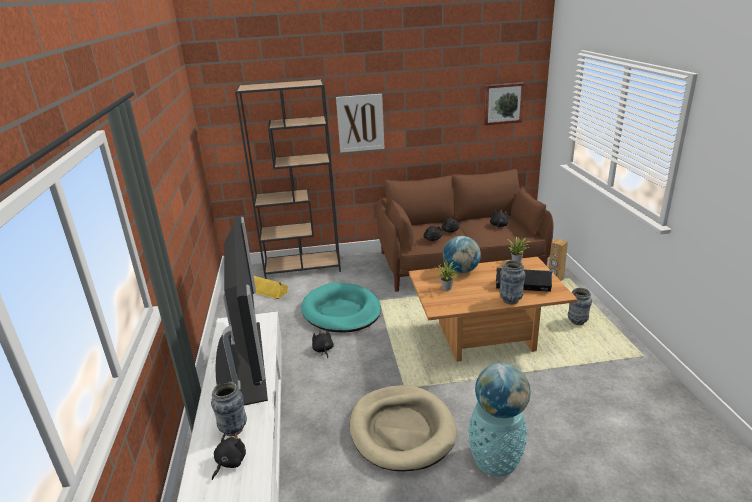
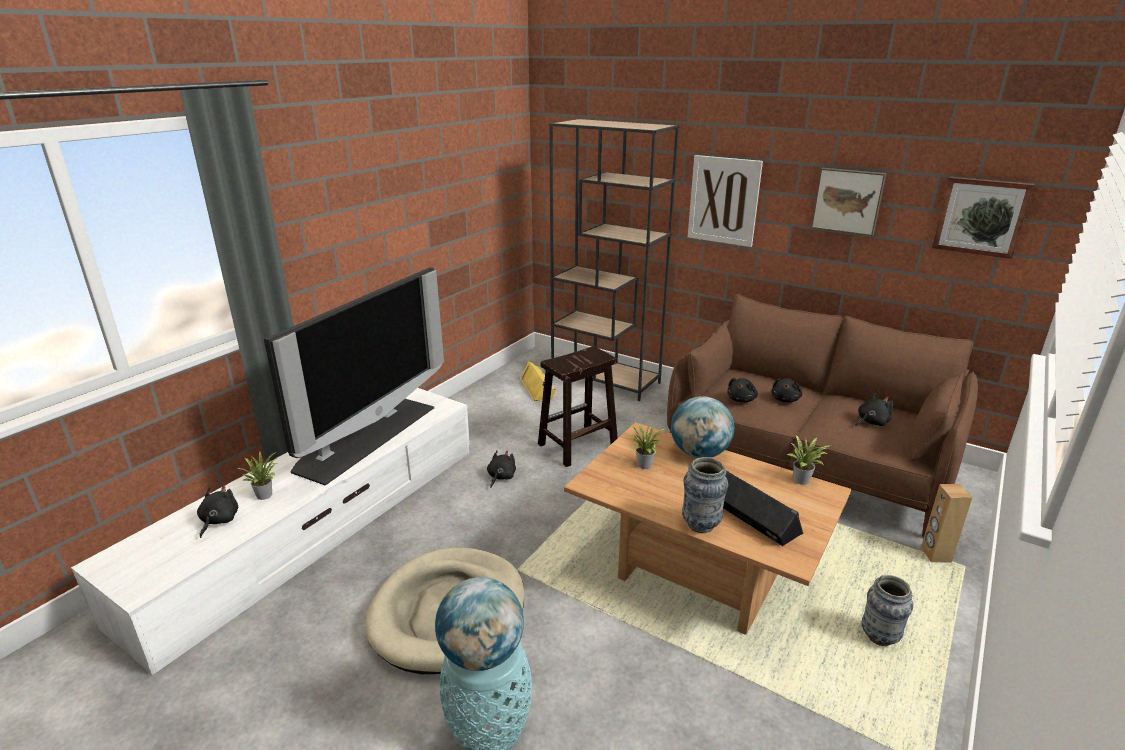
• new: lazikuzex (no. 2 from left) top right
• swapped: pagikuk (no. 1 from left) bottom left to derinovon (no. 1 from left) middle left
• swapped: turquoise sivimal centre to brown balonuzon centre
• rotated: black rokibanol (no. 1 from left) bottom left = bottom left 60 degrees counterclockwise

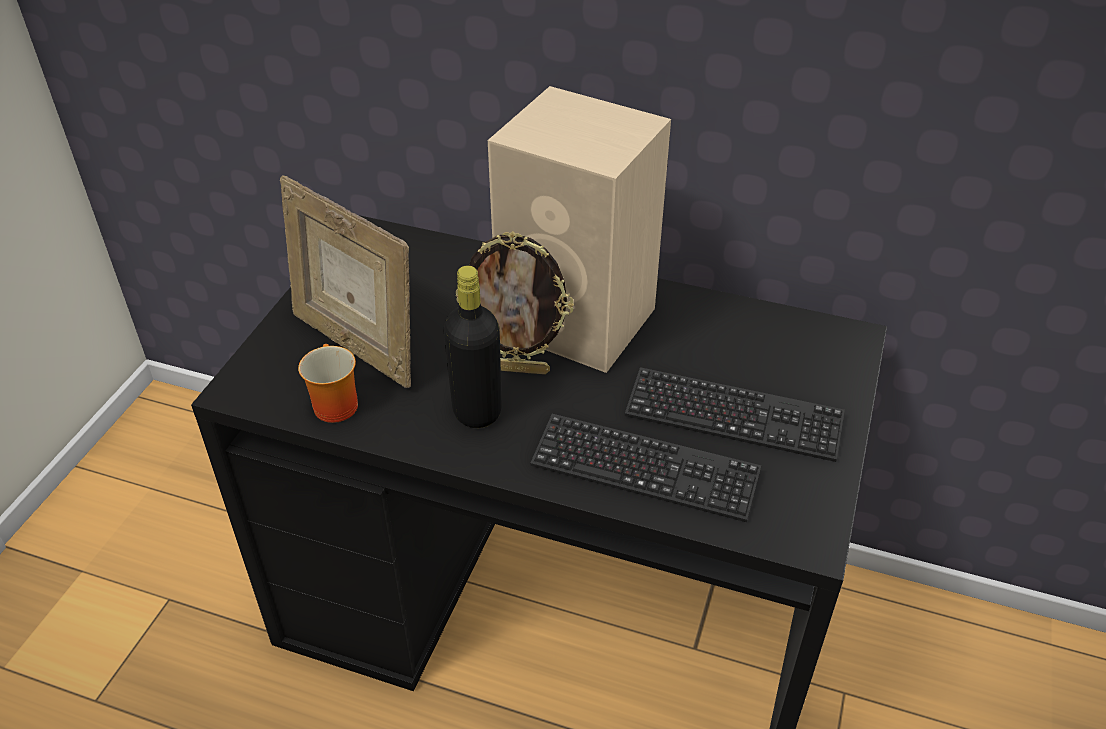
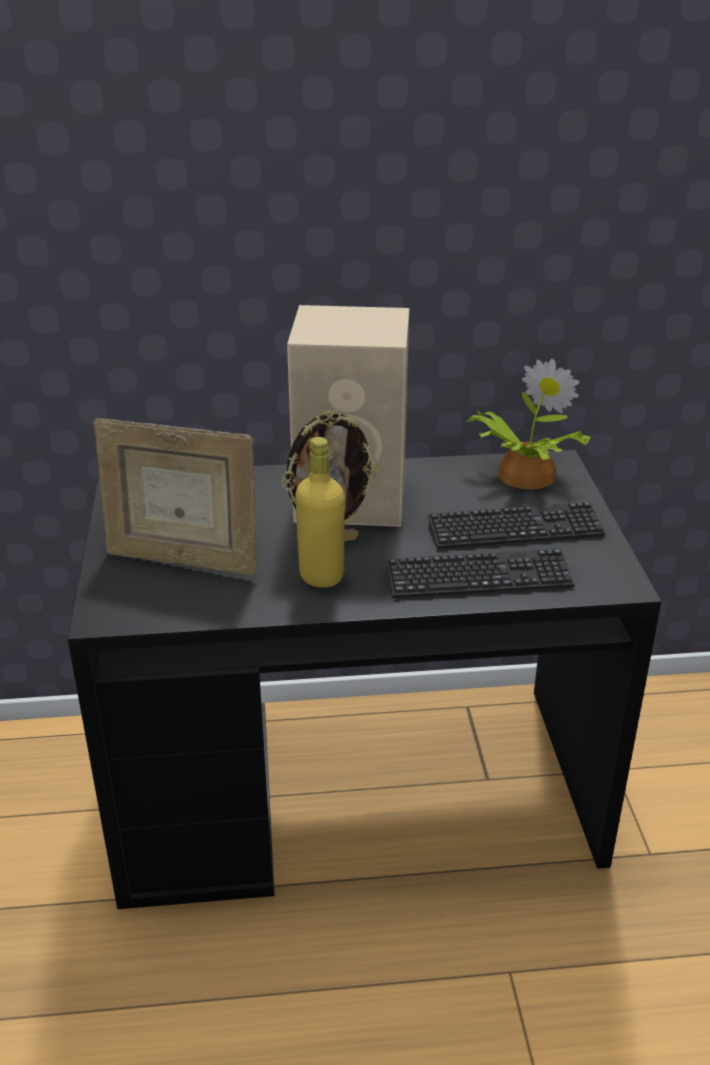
• gone: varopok middle left
• new: derinovon middle right
• repainted: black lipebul centre to yellow lipebul centre

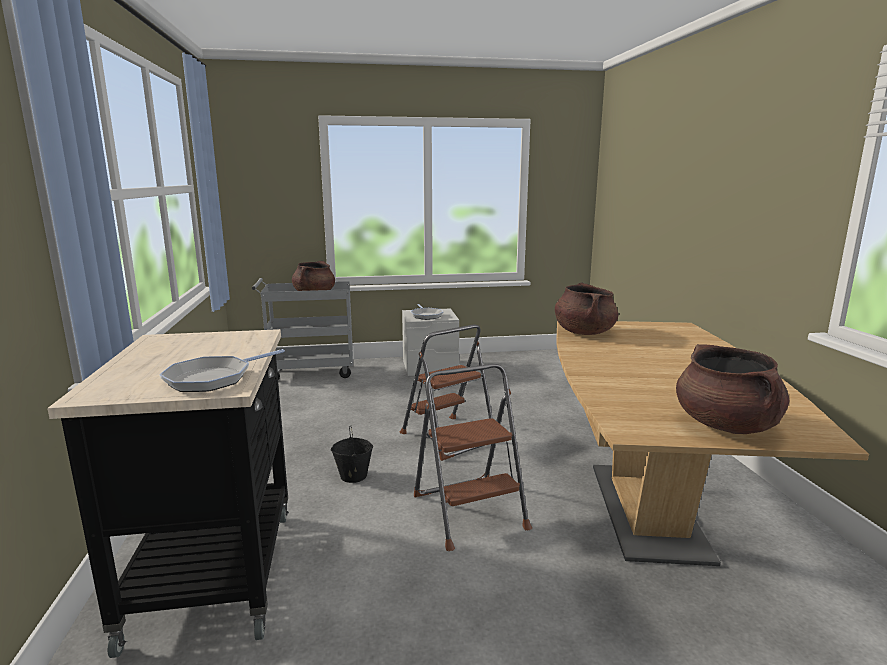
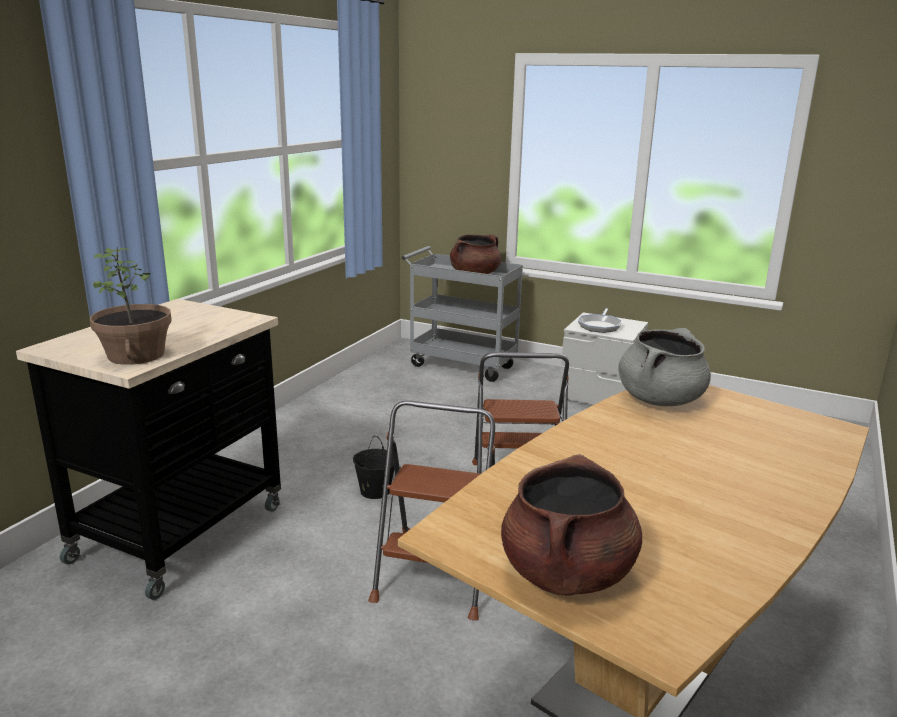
• swapped: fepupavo (no. 1 from left) middle left to derinovon middle left
• repainted: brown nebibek (no. 2 from left) centre to grey nebibek middle right

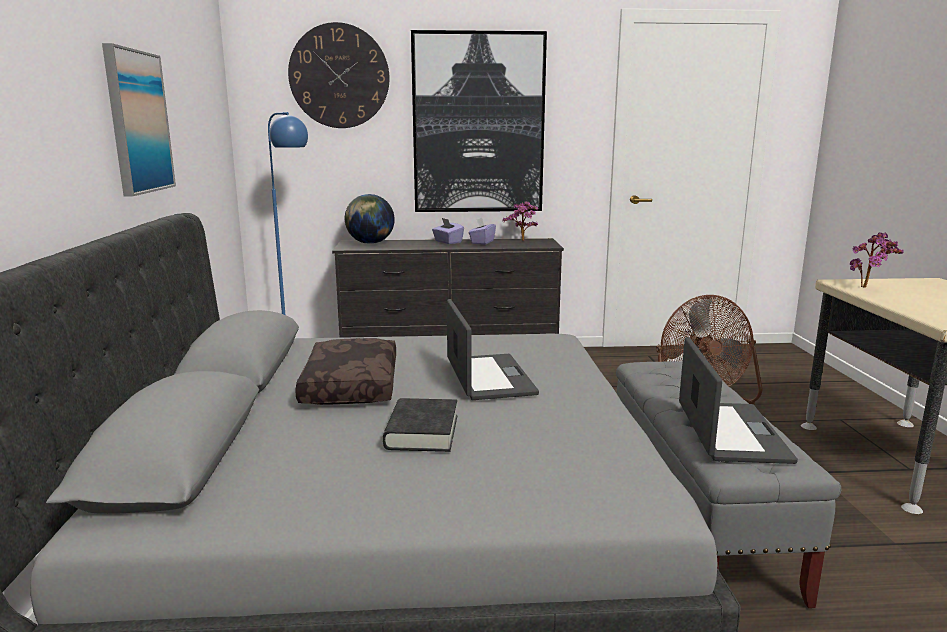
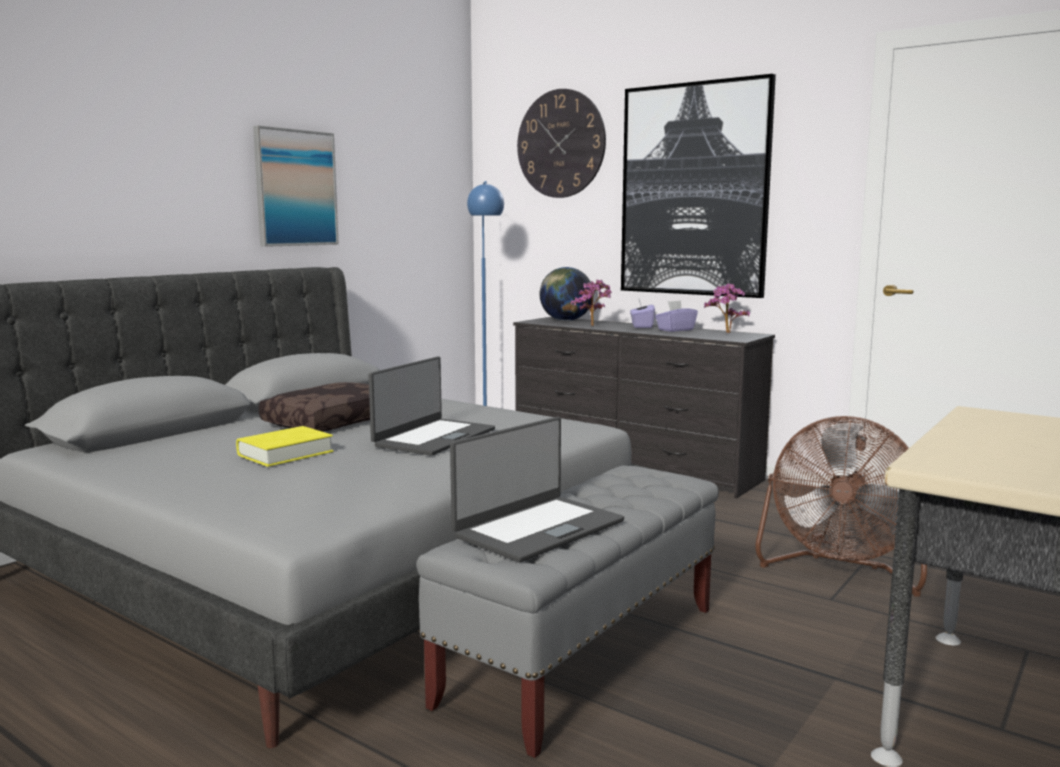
• shifted: derinovon (no. 2 from left in the first image) middle right to derinovon (no. 1 from left) centre
• repainted: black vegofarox bottom centre to yellow vegofarox middle left

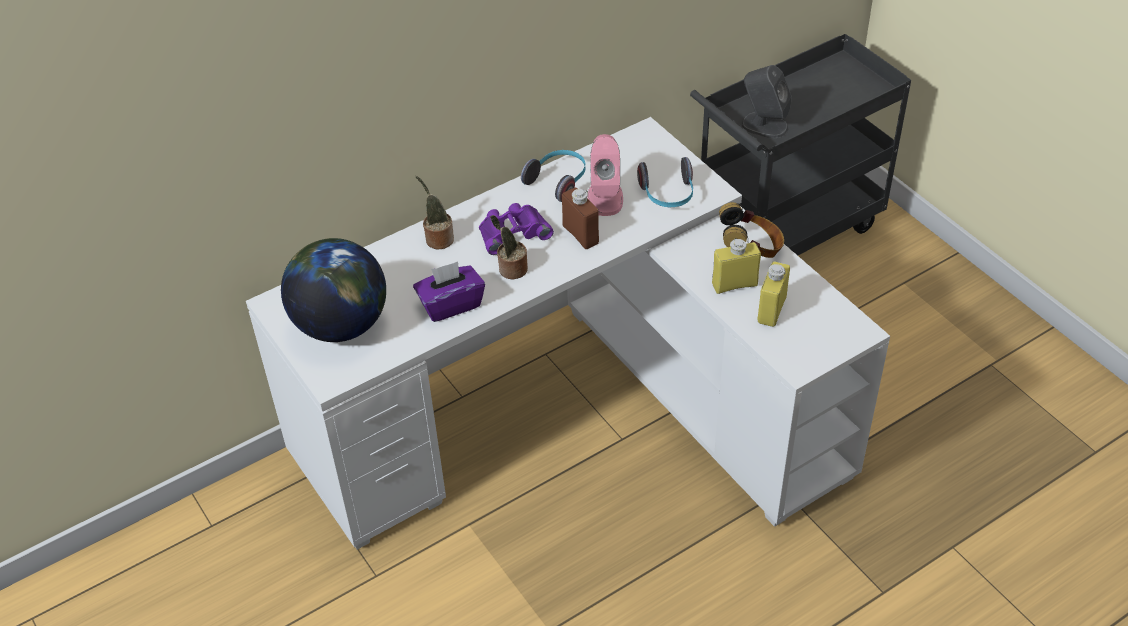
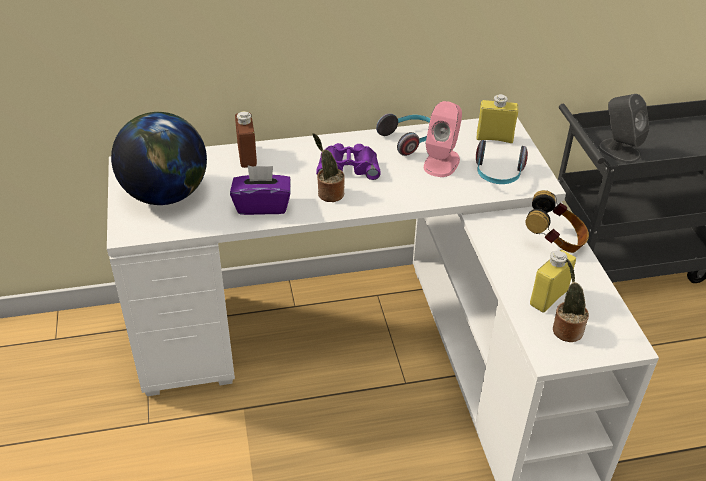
• shifted: derinovon (no. 1 from left in the first image) centre to derinovon (no. 2 from left) middle right
• shifted: brown lipebul centre to top centre
• shifted: yellow lipebul (no. 1 from left) centre to top right

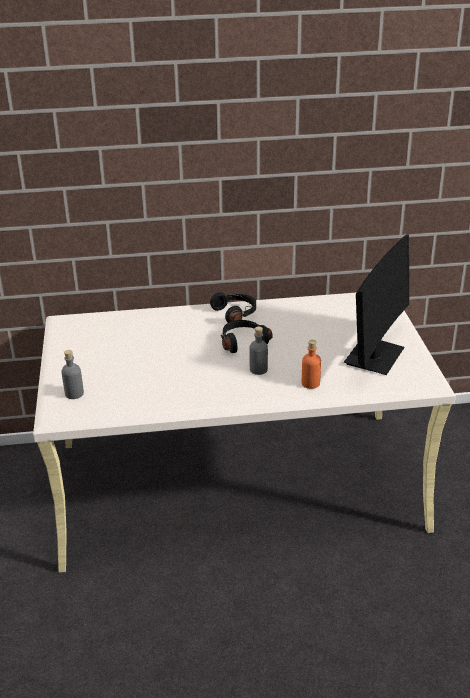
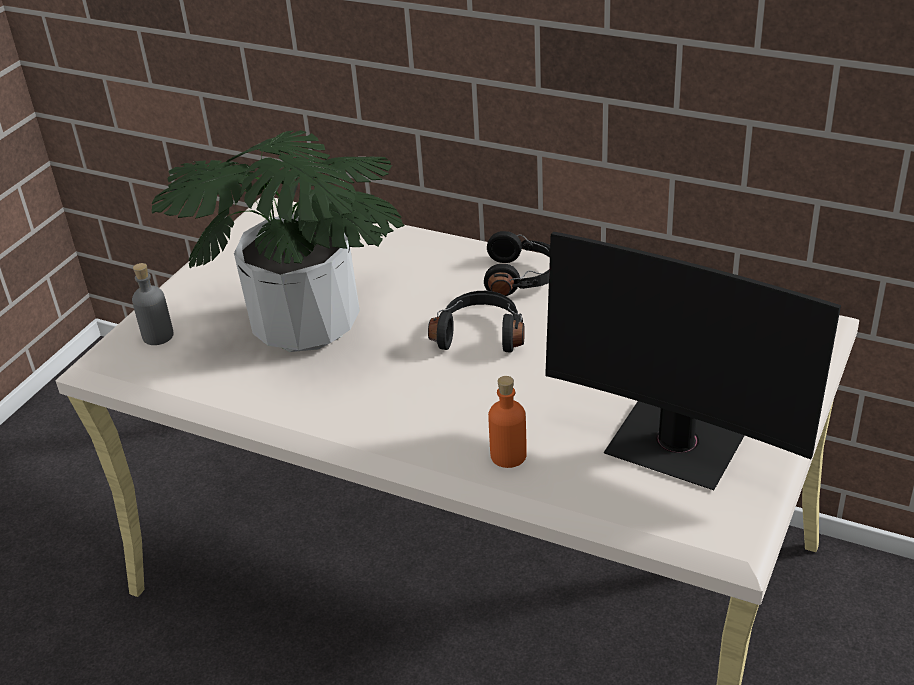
• gone: grey lipebul (no. 2 from left) centre
• new: derinovon middle left
• rotated: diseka middle right = middle right 60 degrees clockwise

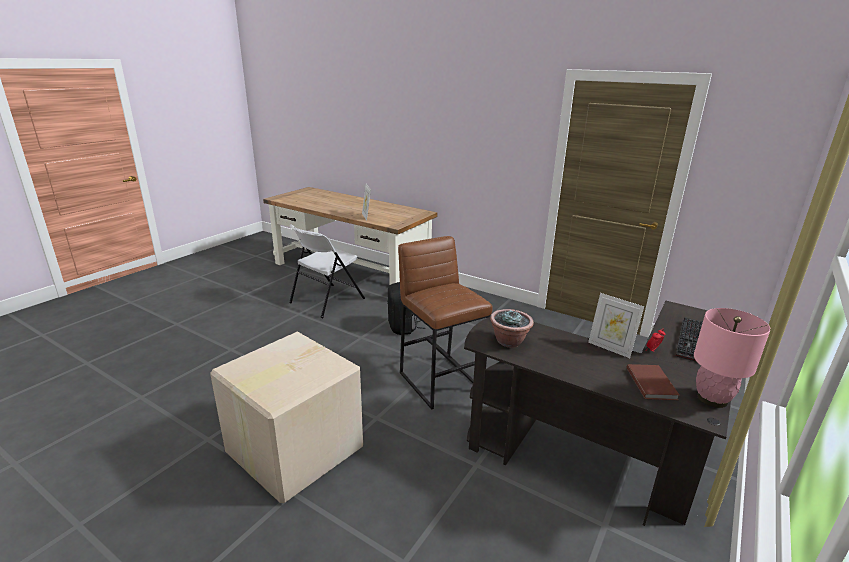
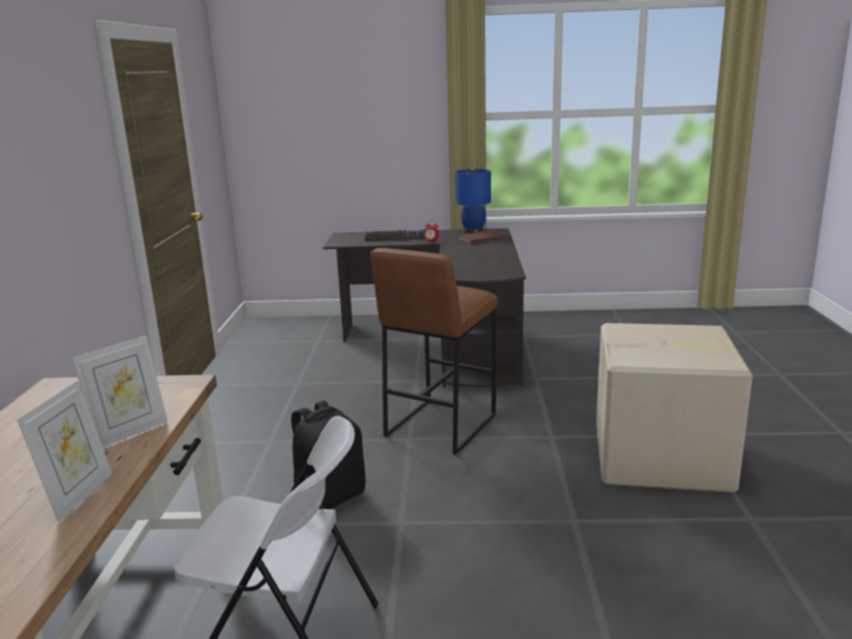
• gone: derinovon centre
• shifted: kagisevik (no. 2 from left in the first image) middle right to kagisevik (no. 1 from left) bottom left
• repainted: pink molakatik middle right to blue molakatik top centre

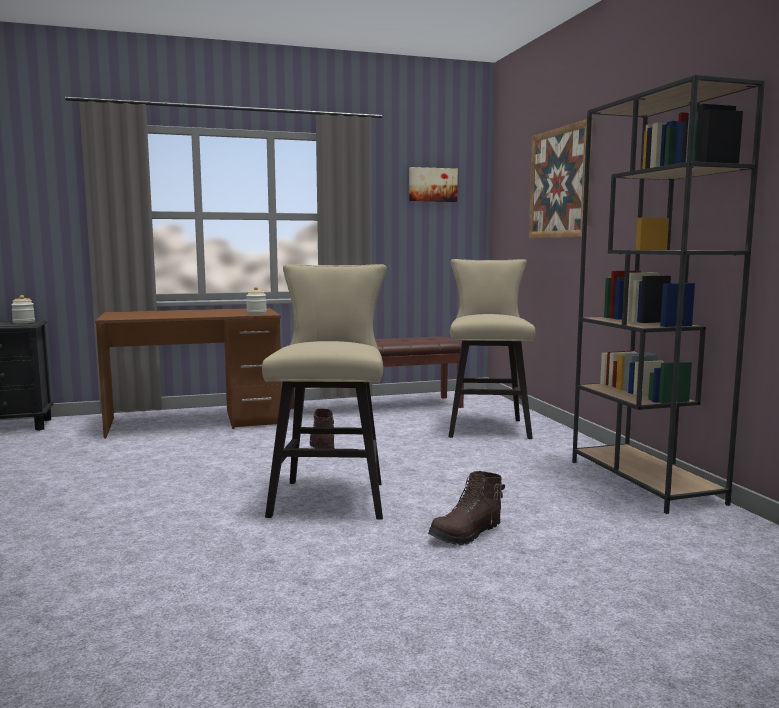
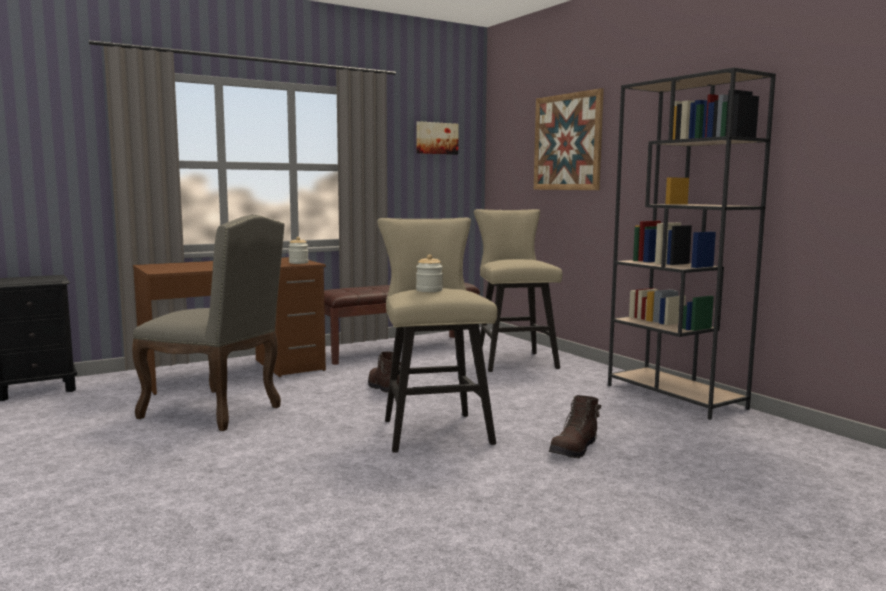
• new: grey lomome middle left
• shifted: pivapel (no. 1 from left in the first image) middle left to pivapel (no. 2 from left) centre

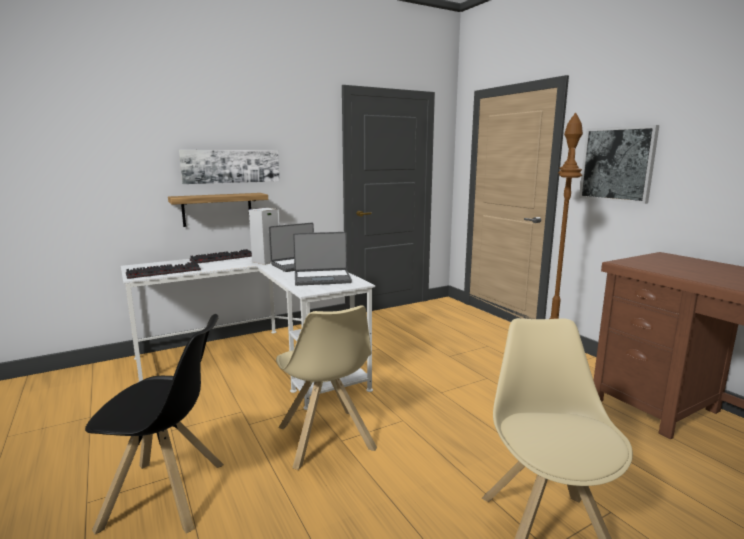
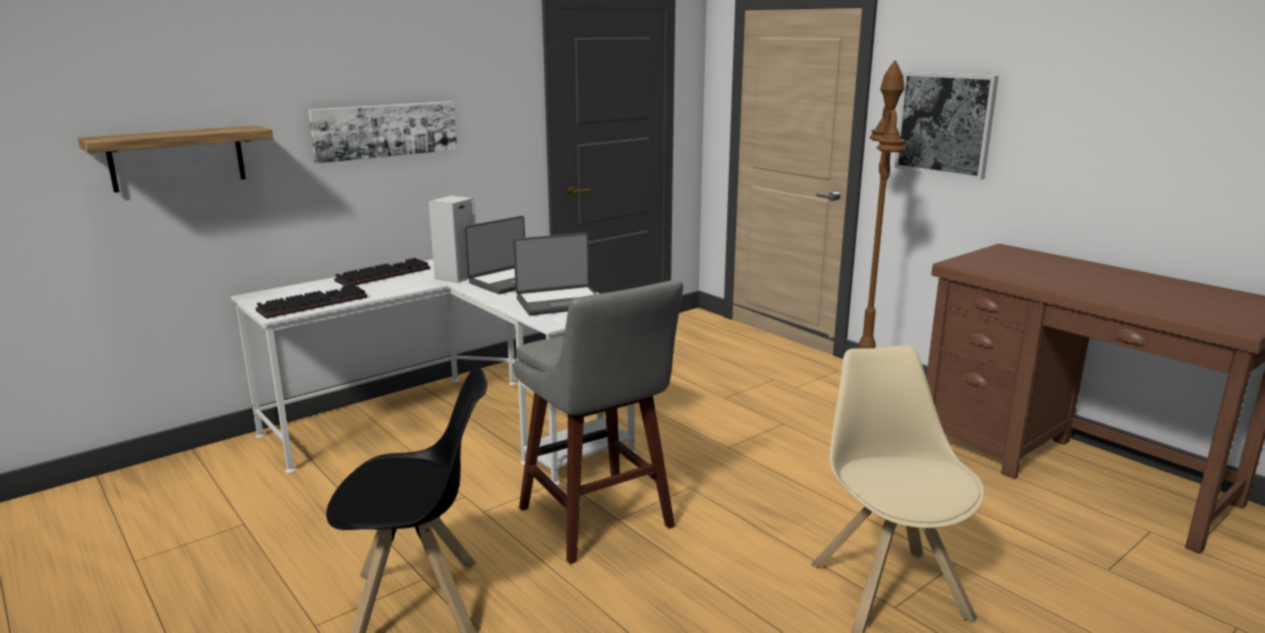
• shifted: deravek middle left to top left
• swapped: beige lomome (no. 1 from left) bottom centre to grey balonuzon bottom centre

